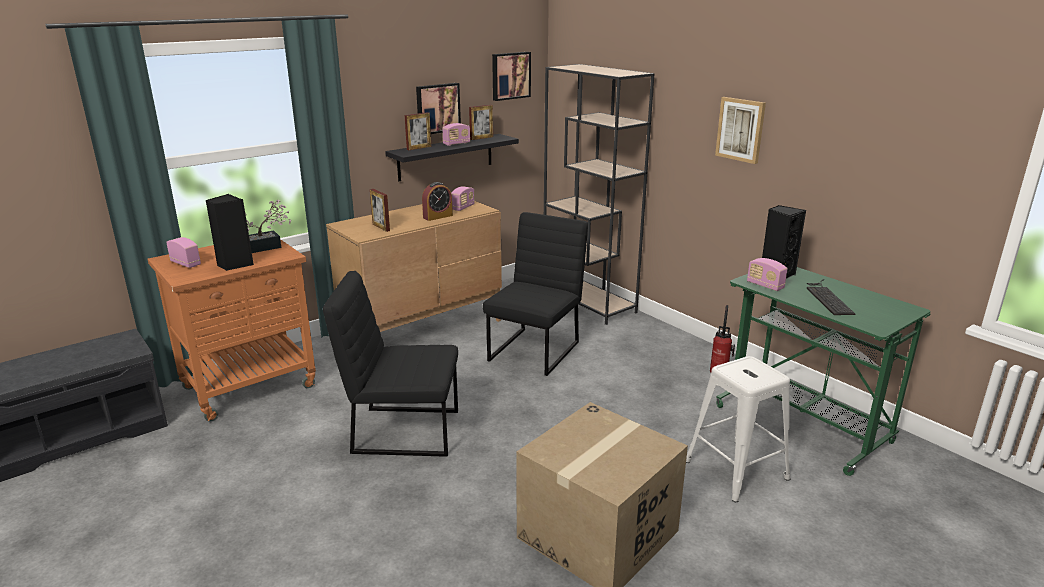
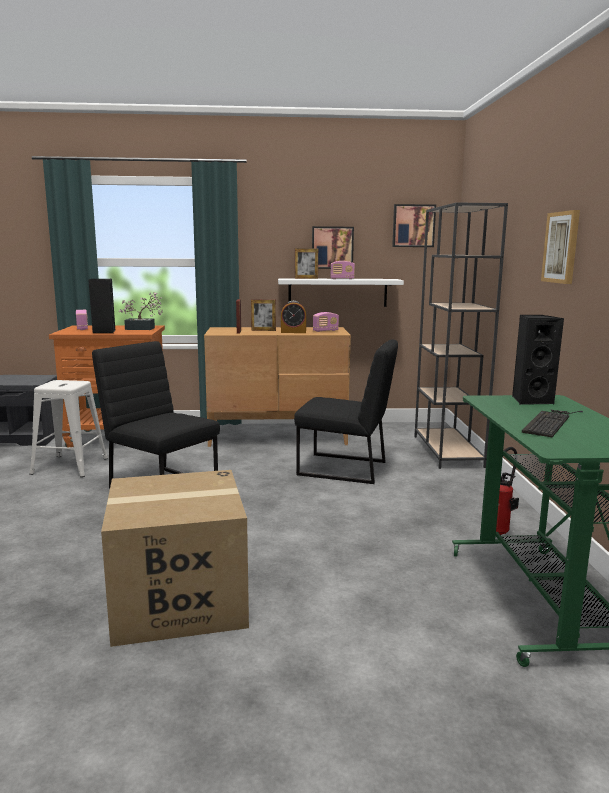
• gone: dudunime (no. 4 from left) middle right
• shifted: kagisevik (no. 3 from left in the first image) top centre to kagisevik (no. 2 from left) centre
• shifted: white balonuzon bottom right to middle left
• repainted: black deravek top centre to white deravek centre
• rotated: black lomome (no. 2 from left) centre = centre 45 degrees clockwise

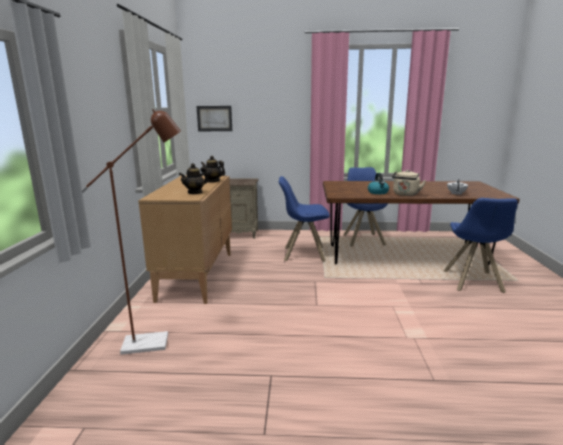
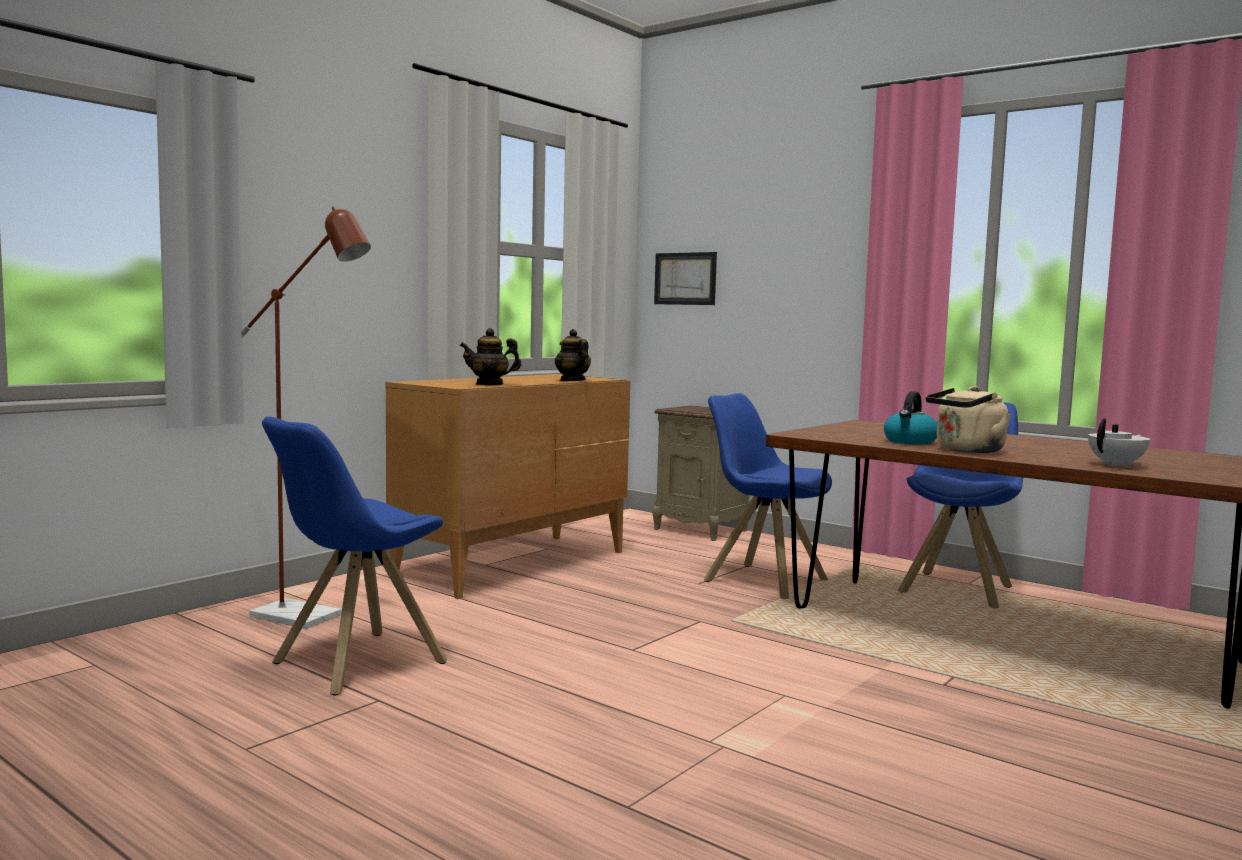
• shifted: blue lomome (no. 3 from left in the first image) middle right to blue lomome (no. 1 from left) middle left

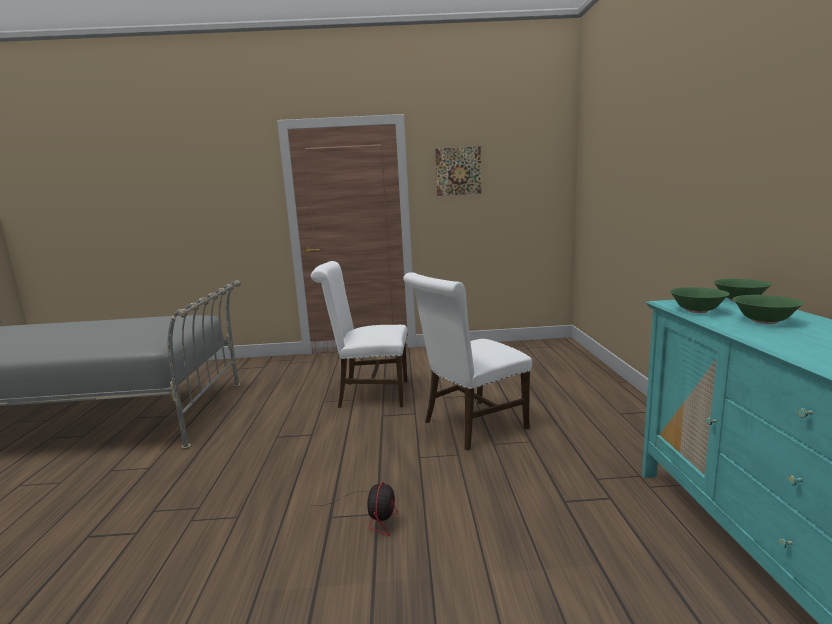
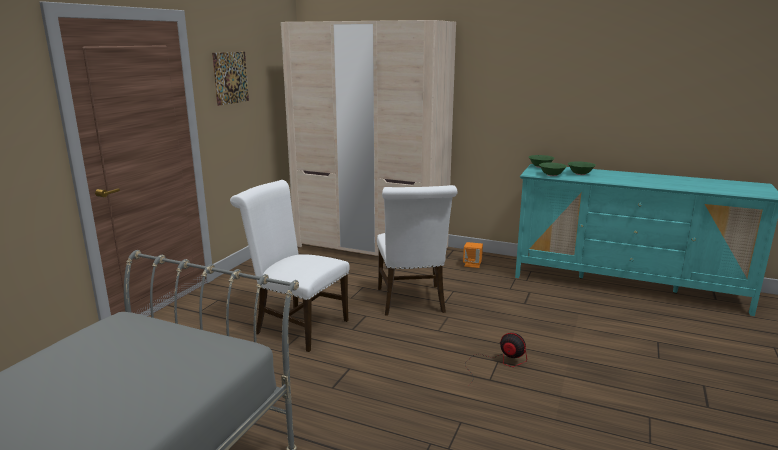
• new: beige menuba top centre
• new: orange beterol centre
• rotated: white lomome (no. 1 from left) centre = centre 90 degrees clockwise

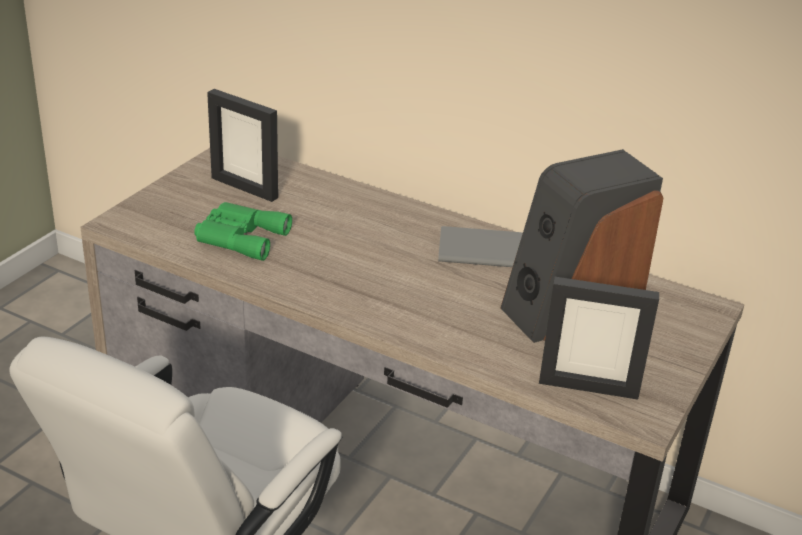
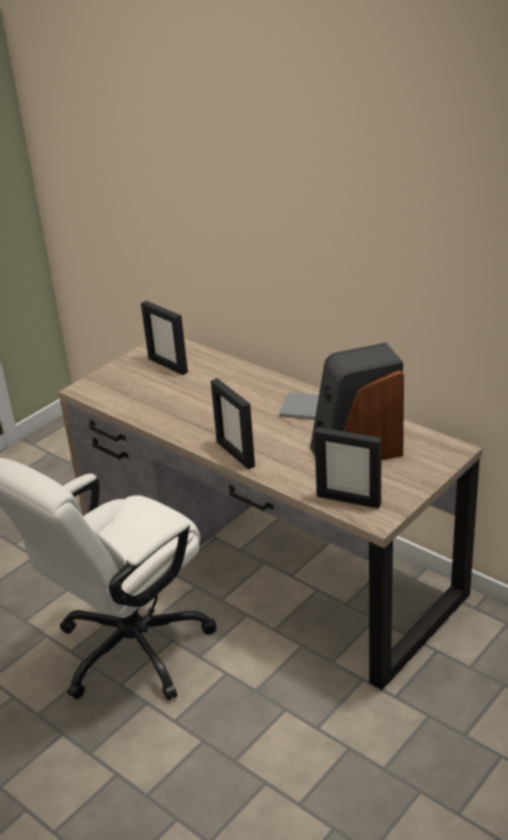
• gone: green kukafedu middle left
• new: kagisevik (no. 2 from left) centre

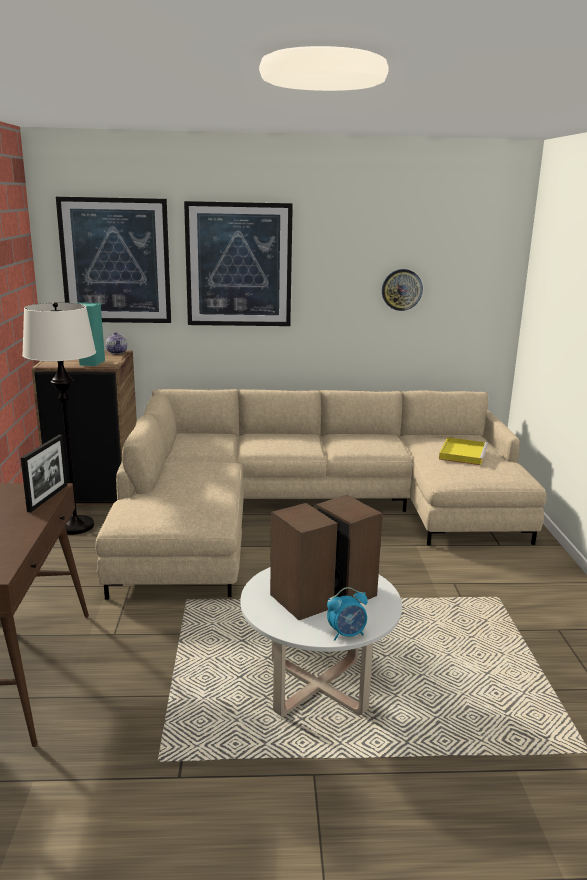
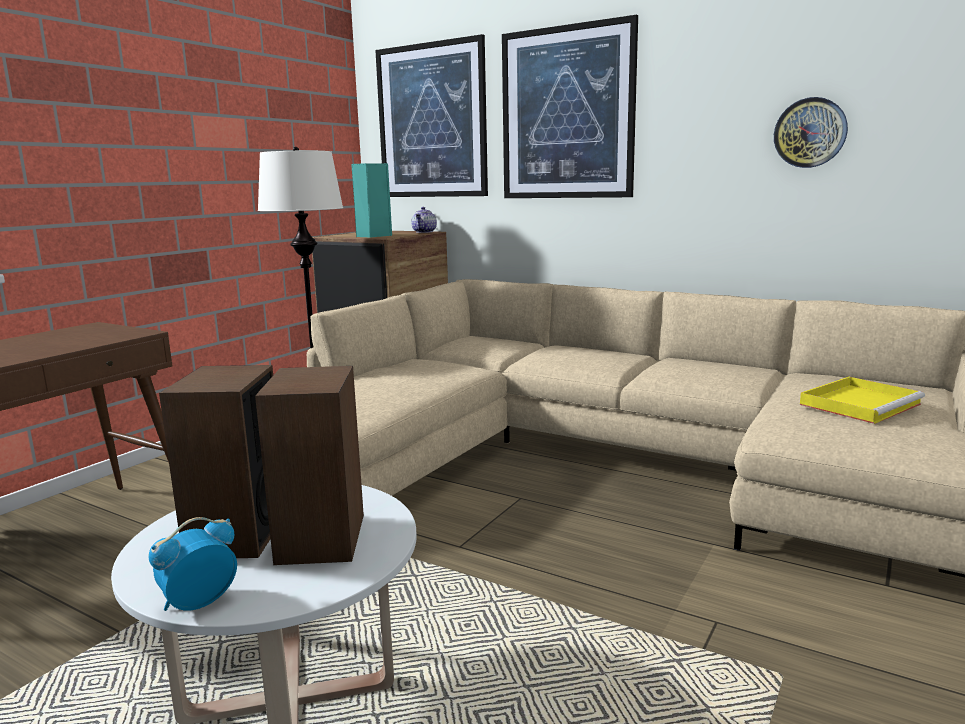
• gone: kagisevik middle left
• rotated: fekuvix bottom centre = bottom left 120 degrees clockwise

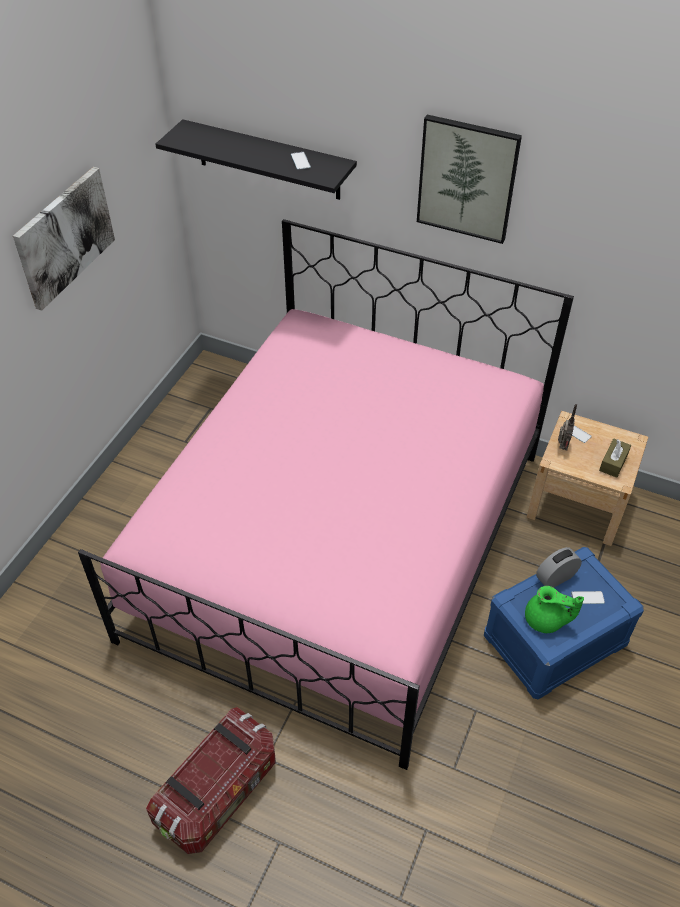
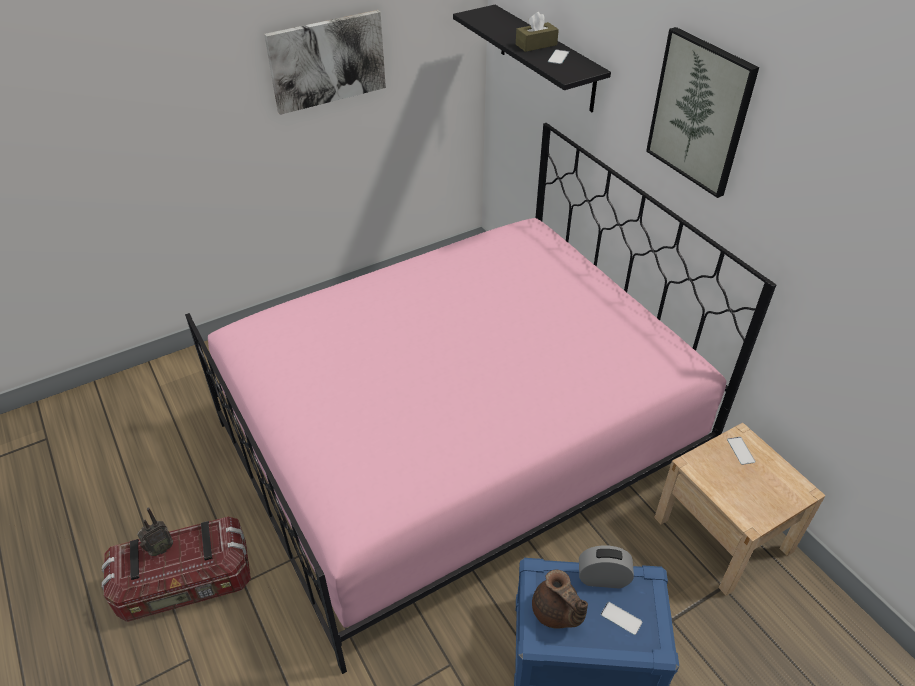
• shifted: dudunime middle right to bottom left
• shifted: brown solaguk middle right to top centre
• repainted: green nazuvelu bottom right to brown nazuvelu bottom centre

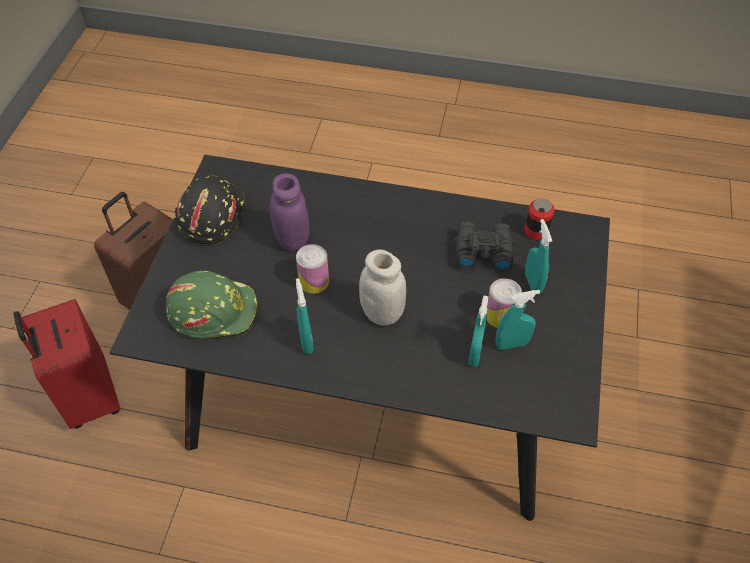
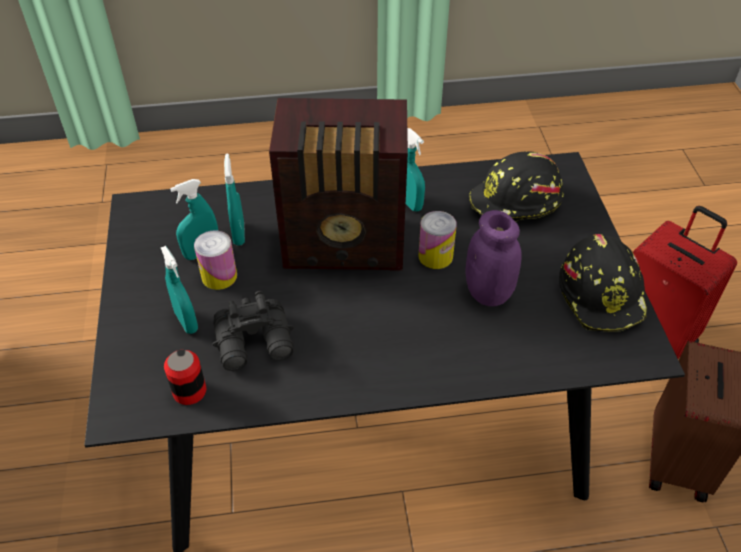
• swapped: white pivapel centre to dudunime centre
• repainted: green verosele middle left to black verosele (no. 1 from left) middle right

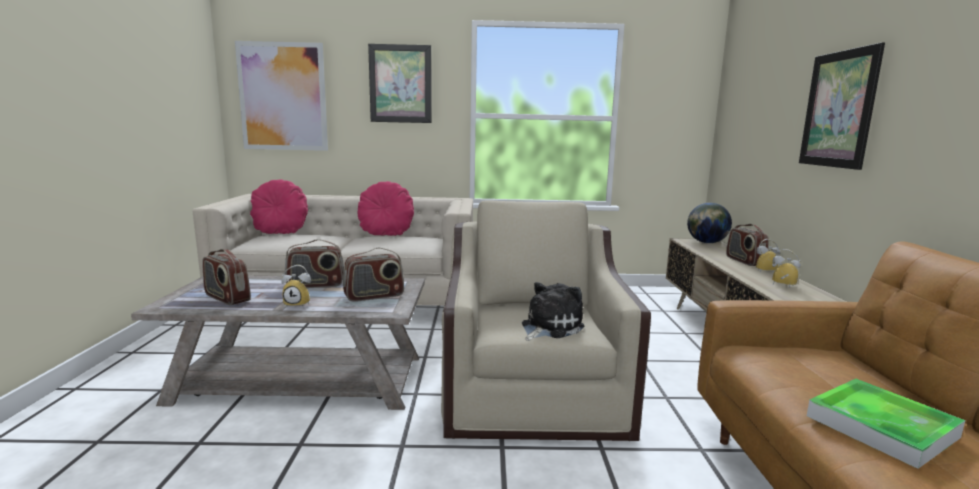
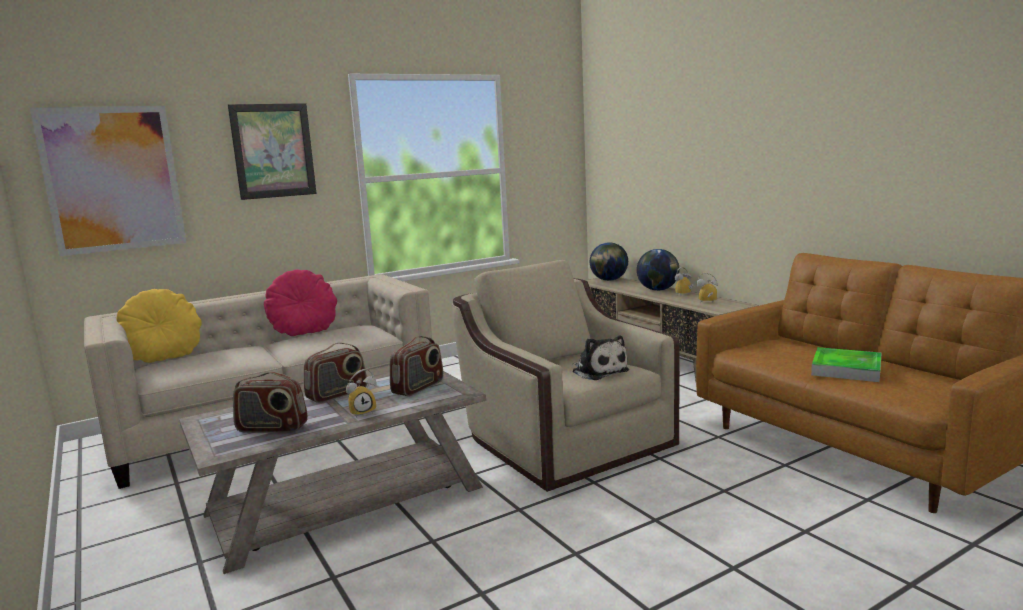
• gone: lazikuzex (no. 3 from left) top right
• swapped: dudunime (no. 4 from left) middle right to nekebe (no. 2 from left) centre
• repainted: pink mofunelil (no. 1 from left) middle left to yellow mofunelil middle left
• rotated: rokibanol centre = centre 135 degrees clockwise

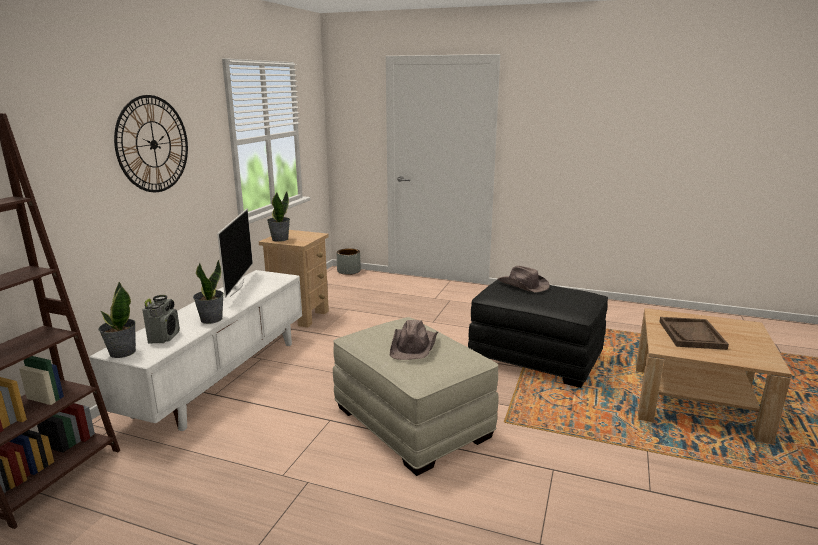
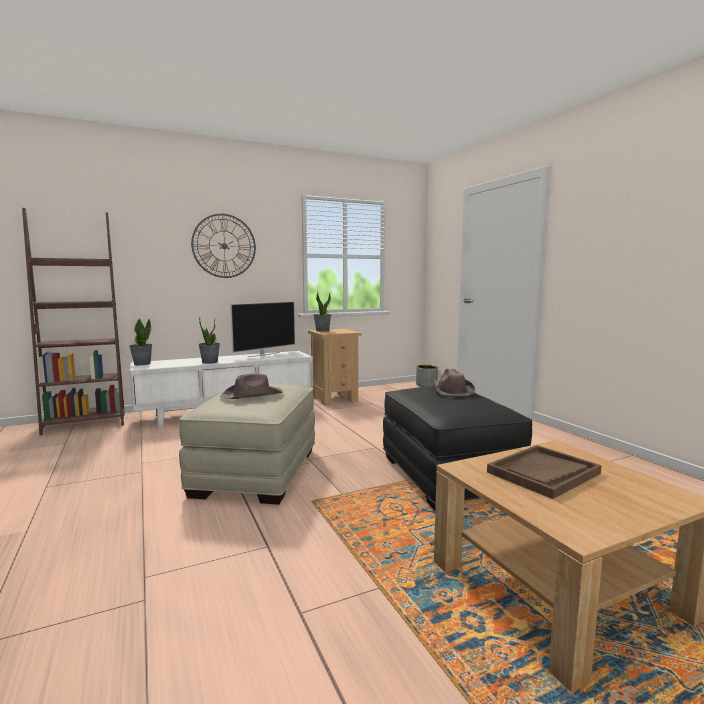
• gone: dudunime middle left

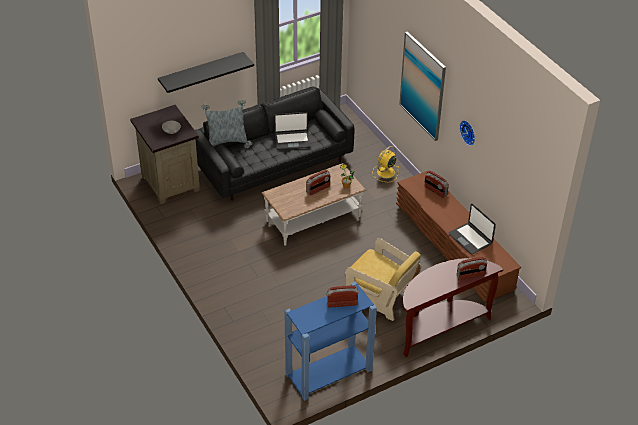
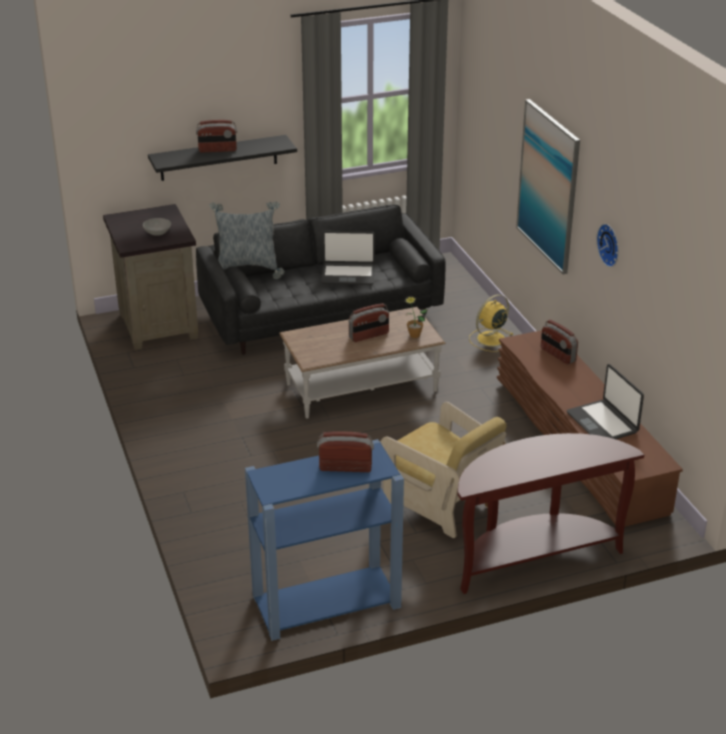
• shifted: dudunime (no. 4 from left in the first image) middle right to dudunime (no. 1 from left) top left

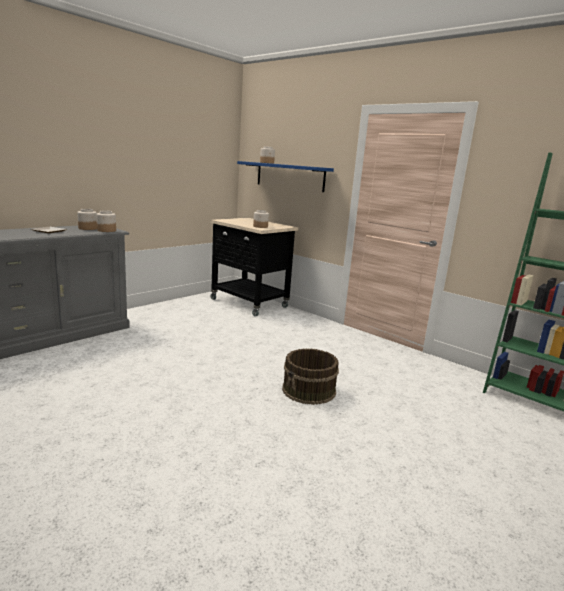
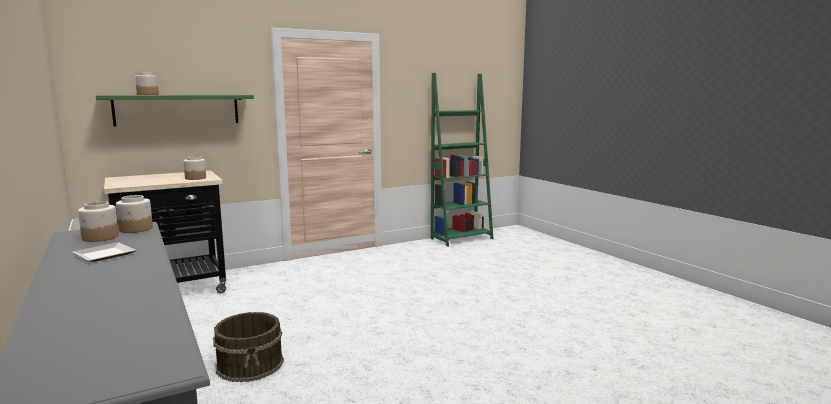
• shifted: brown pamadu centre to bottom left
• repainted: blue deravek top centre to green deravek top left

